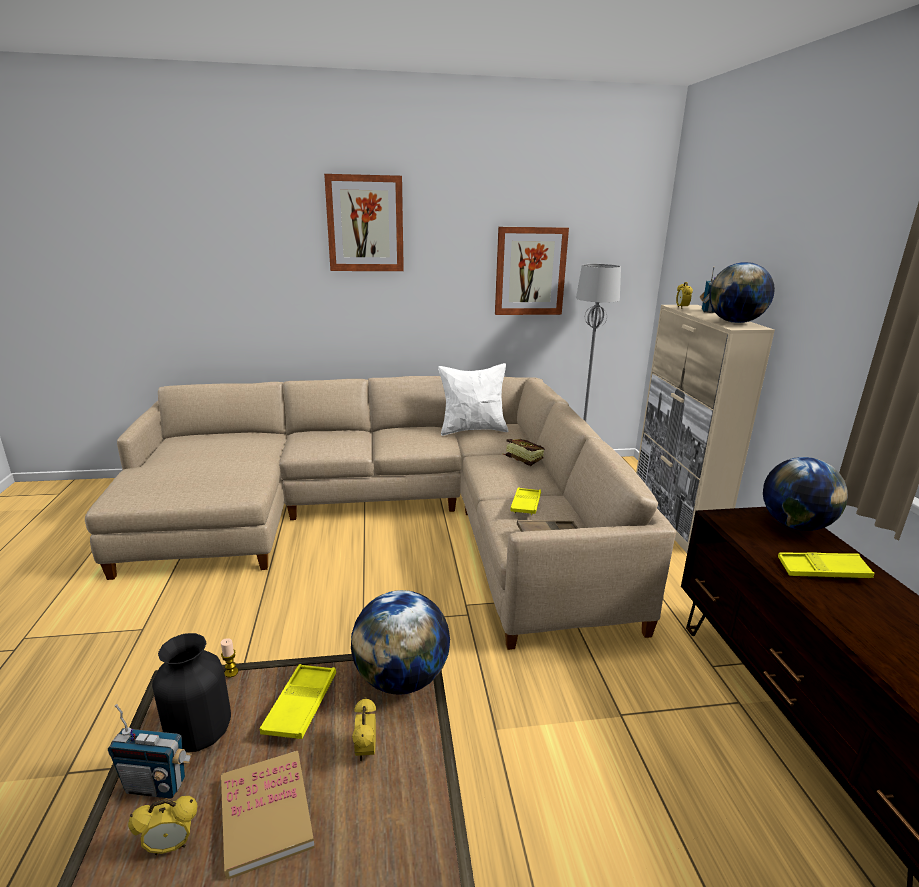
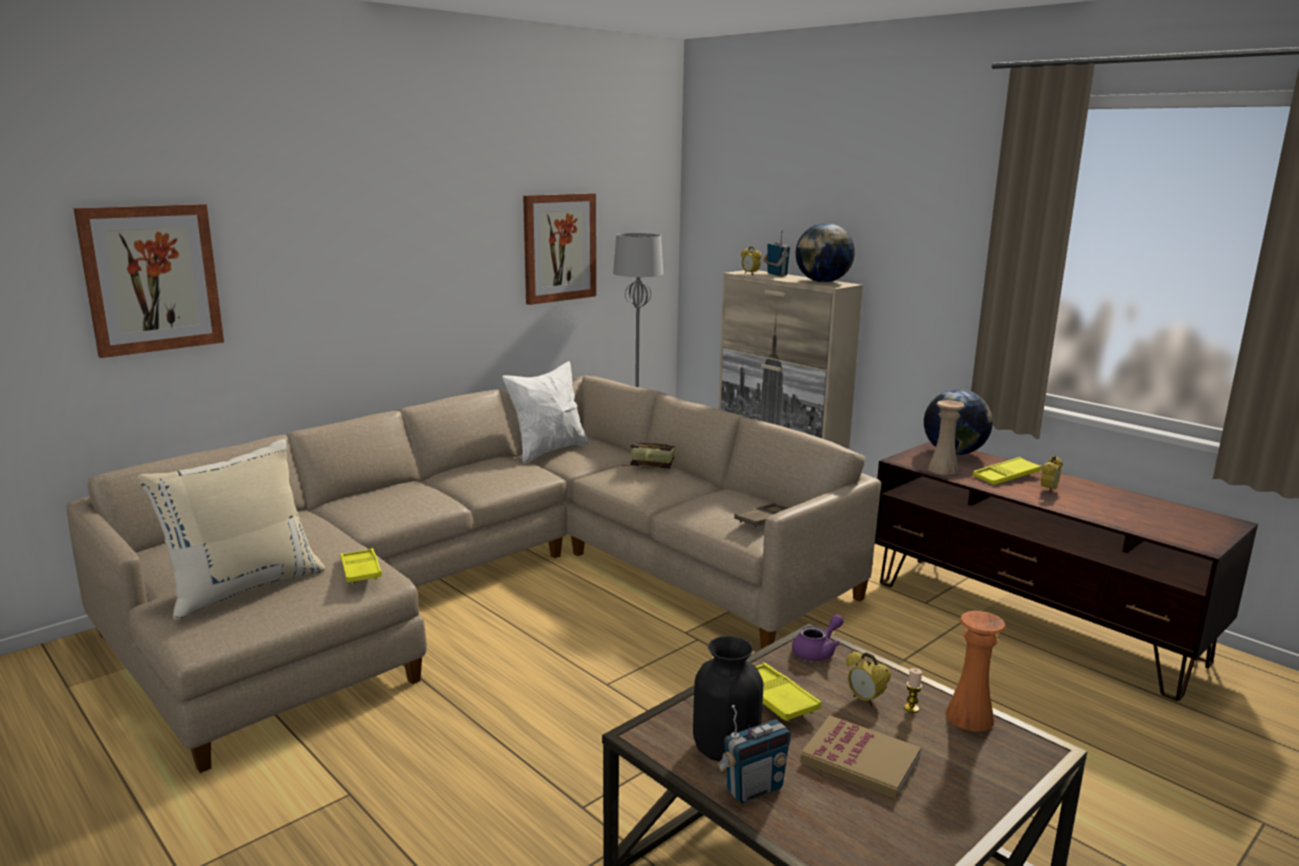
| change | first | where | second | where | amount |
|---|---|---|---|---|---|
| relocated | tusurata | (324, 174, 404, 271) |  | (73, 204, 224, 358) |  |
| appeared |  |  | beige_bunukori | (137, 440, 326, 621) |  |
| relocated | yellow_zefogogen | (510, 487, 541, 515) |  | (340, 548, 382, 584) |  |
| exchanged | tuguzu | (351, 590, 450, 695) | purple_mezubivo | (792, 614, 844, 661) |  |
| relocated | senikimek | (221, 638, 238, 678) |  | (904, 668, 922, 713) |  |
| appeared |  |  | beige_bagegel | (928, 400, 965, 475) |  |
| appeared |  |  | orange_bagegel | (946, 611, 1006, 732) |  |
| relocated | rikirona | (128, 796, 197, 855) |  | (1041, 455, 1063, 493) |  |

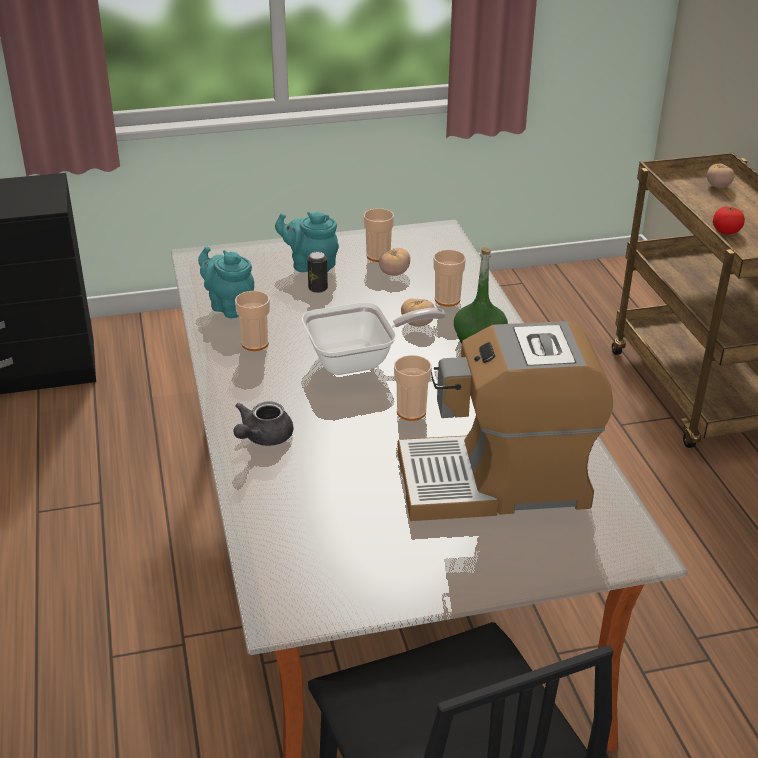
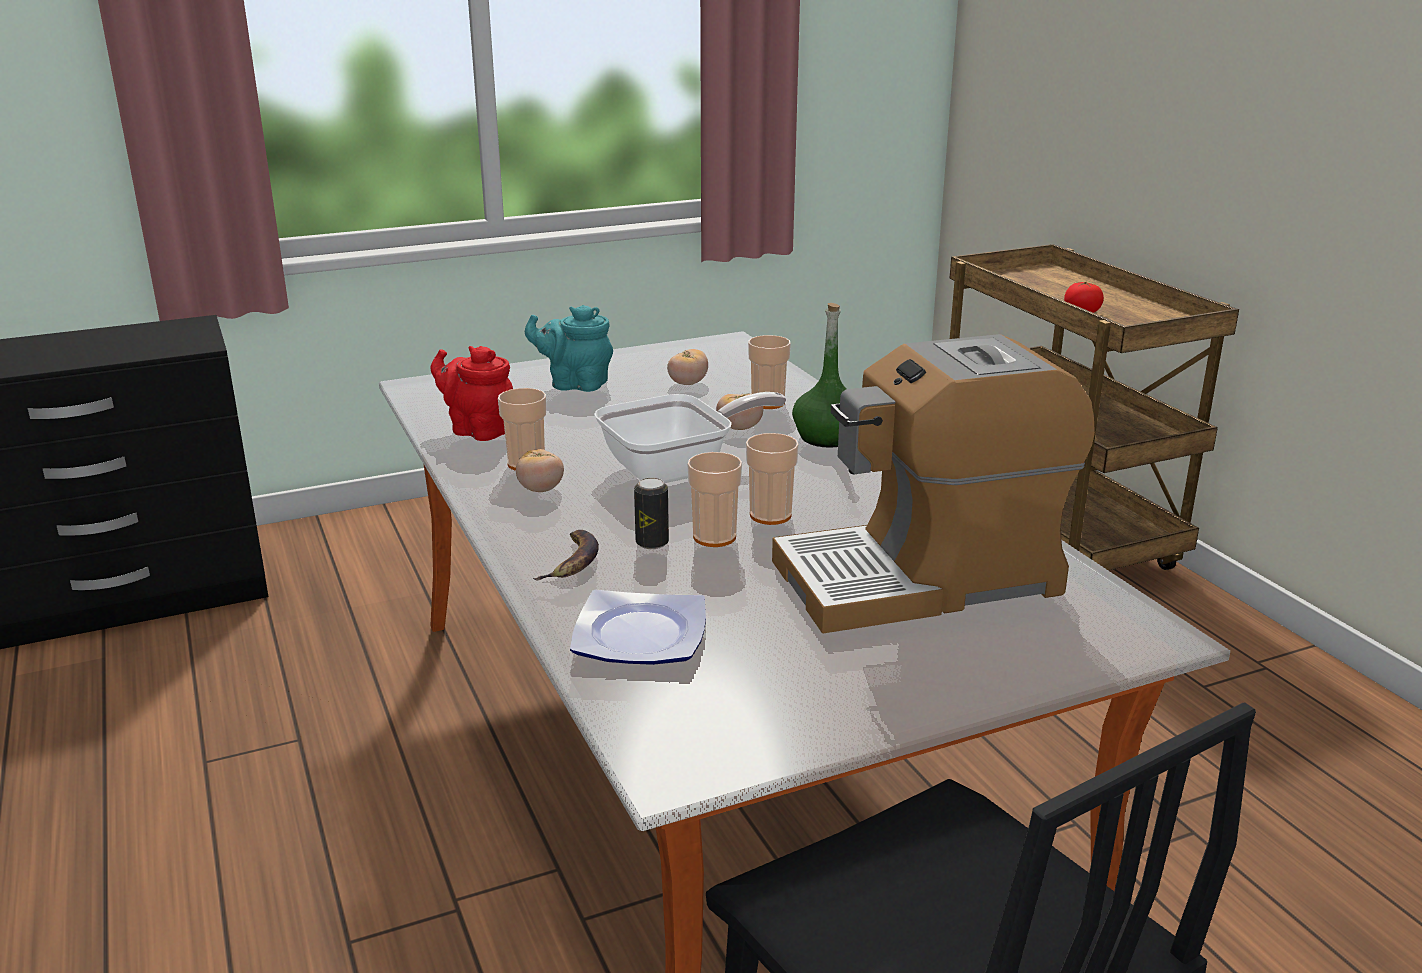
| change | first | where | second | where | amount |
|---|---|---|---|---|---|
| colour | turquoise_mezubivo | (198, 246, 254, 318) | red_mezubivo | (431, 346, 513, 441) |  |
| relocated | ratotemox | (707, 164, 735, 188) |  | (516, 449, 564, 492) |  |
| exchanged | grey_mezubivo | (233, 401, 293, 446) | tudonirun | (533, 530, 599, 581) |  |
| appeared |  |  | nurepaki | (570, 590, 706, 665) |  |
| relocated | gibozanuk | (307, 252, 328, 293) |  | (634, 478, 669, 549) |  |
| relocated | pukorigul | (364, 208, 394, 262) |  | (687, 452, 742, 547) |  |

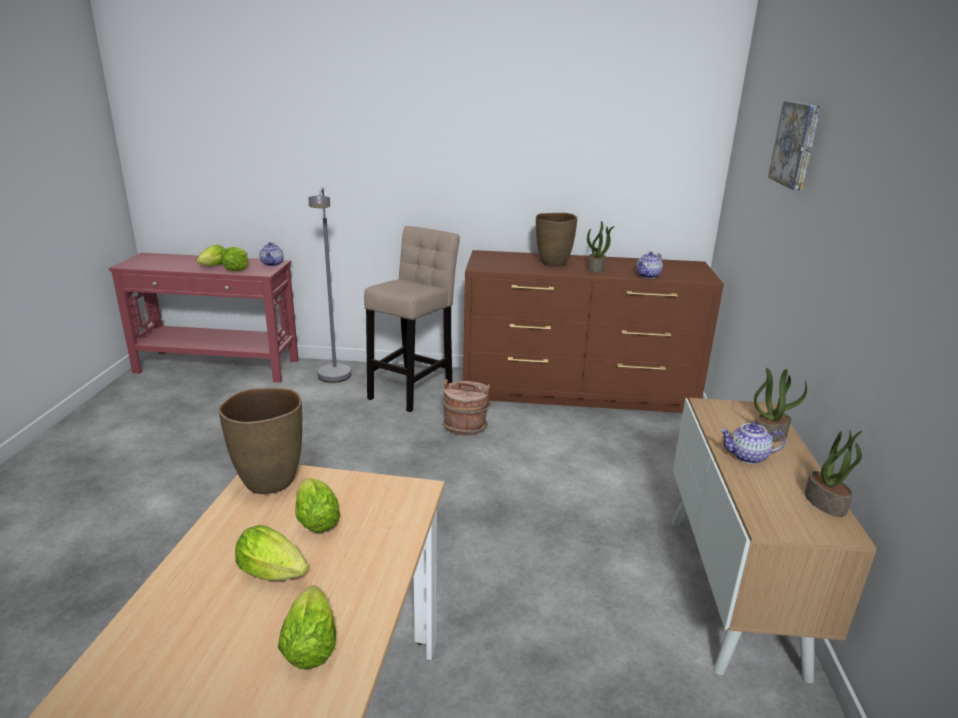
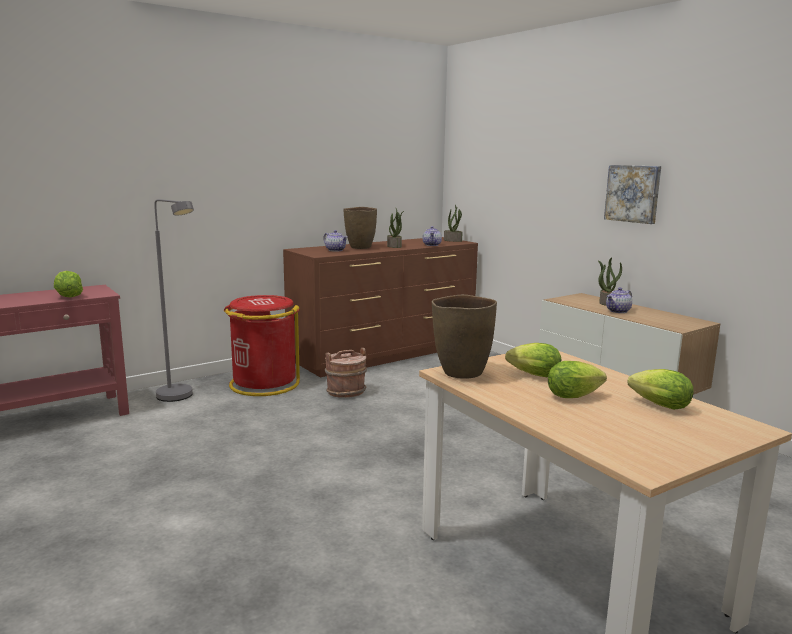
| change | first | where | second | where | amount |
|---|---|---|---|---|---|
| exchanged | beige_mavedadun | (364, 226, 460, 412) | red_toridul | (224, 295, 300, 396) |  |
| relocated | mezubivo | (260, 242, 284, 266) |  | (323, 230, 348, 252) |  |
| relocated | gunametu | (804, 430, 862, 517) |  | (444, 205, 462, 242) |  |
| relocated | tusurata | (768, 101, 821, 190) |  | (604, 165, 661, 224) |  |
| missing | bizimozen | (196, 245, 225, 266) |  |  |  |

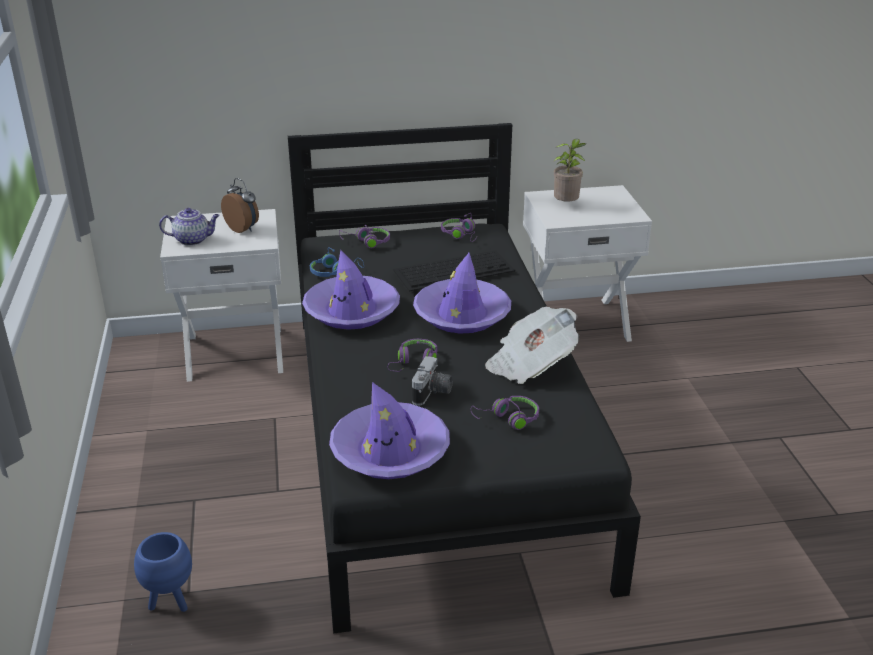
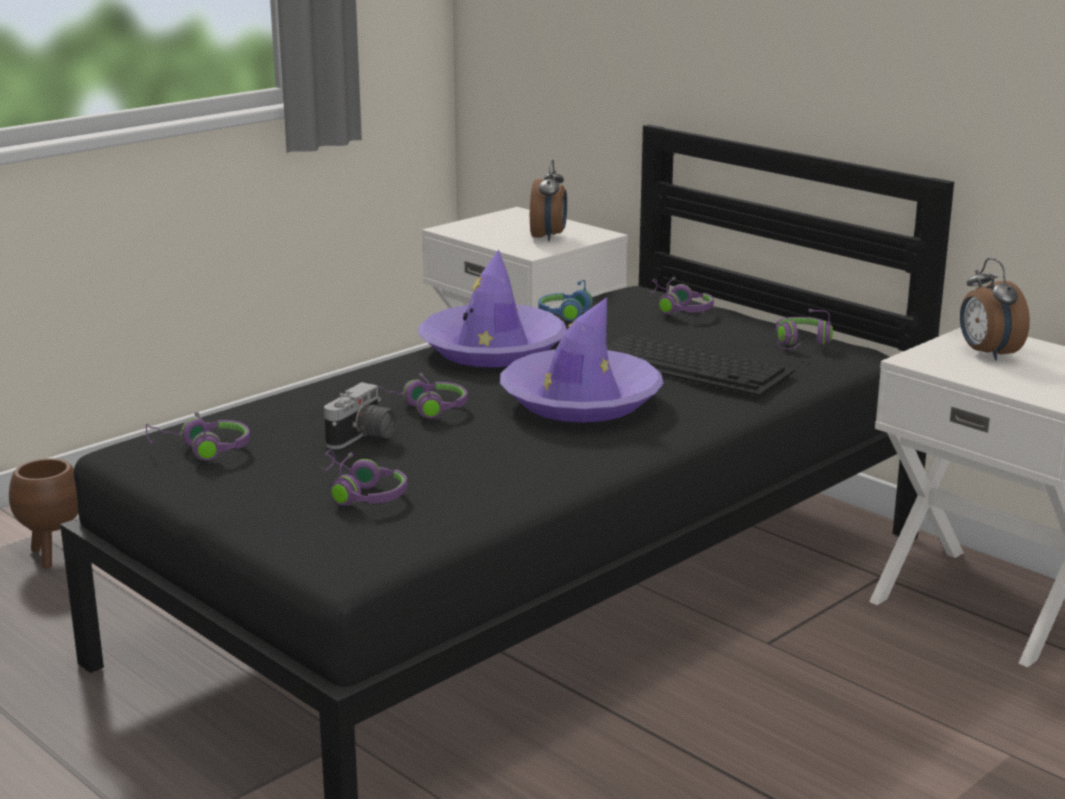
| change | first | where | second | where | amount |
|---|---|---|---|---|---|
| colour | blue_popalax | (134, 532, 192, 612) | brown_popalax | (9, 458, 78, 569) |  |
| exchanged | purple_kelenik | (329, 382, 450, 479) | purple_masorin | (146, 412, 250, 461) |  |
| spun | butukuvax | (412, 356, 453, 406) |  | (324, 382, 397, 449) | 45 degrees counterclockwise |
| exchanged | gunametu | (554, 139, 587, 202) | rikirona | (960, 258, 1030, 360) |  |
| missing | mezubivo | (159, 208, 220, 246) |  |  |  |
| missing | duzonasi | (485, 306, 579, 384) |  |  |  |

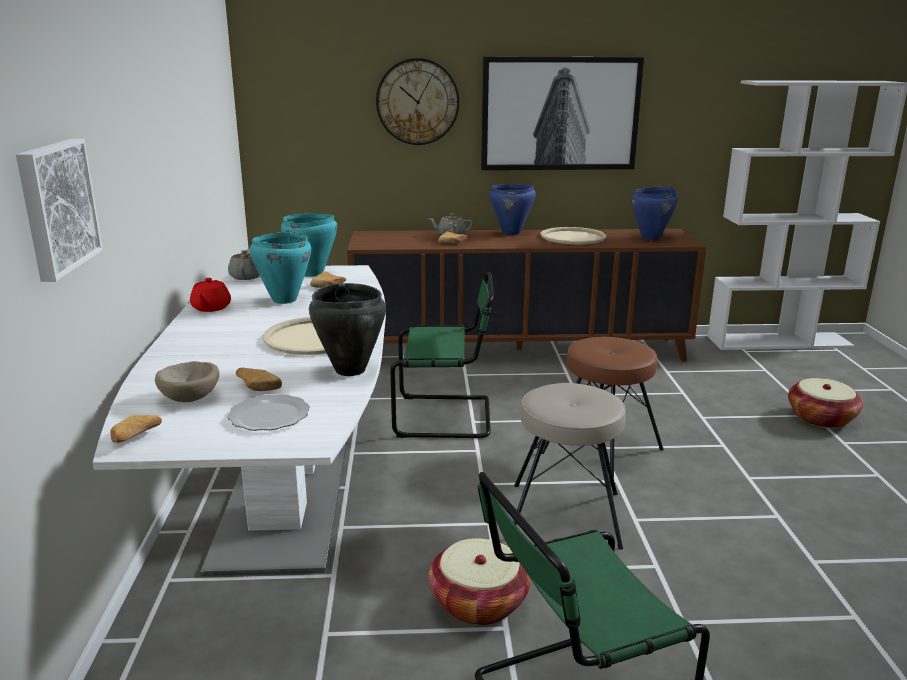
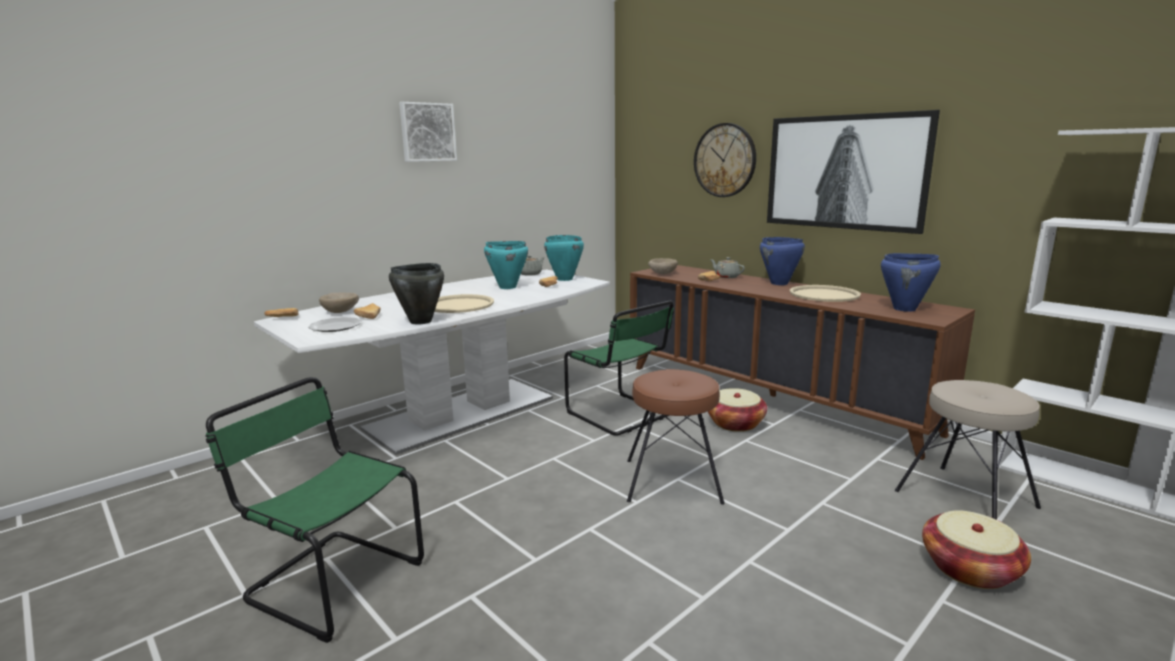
| change | first | where | second | where | amount |
|---|---|---|---|---|---|
| relocated | tusurata | (16, 139, 103, 282) |  | (399, 102, 457, 162) |  |
| appeared |  |  | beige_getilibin | (648, 258, 678, 274) |  |
| relocated | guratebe | (429, 538, 531, 625) |  | (708, 388, 767, 432) |  |
| relocated | beige_mavedadun | (513, 383, 626, 550) |  | (895, 380, 1041, 520) |  |
| missing | red_mezubivo | (190, 278, 231, 312) |  |  |  |

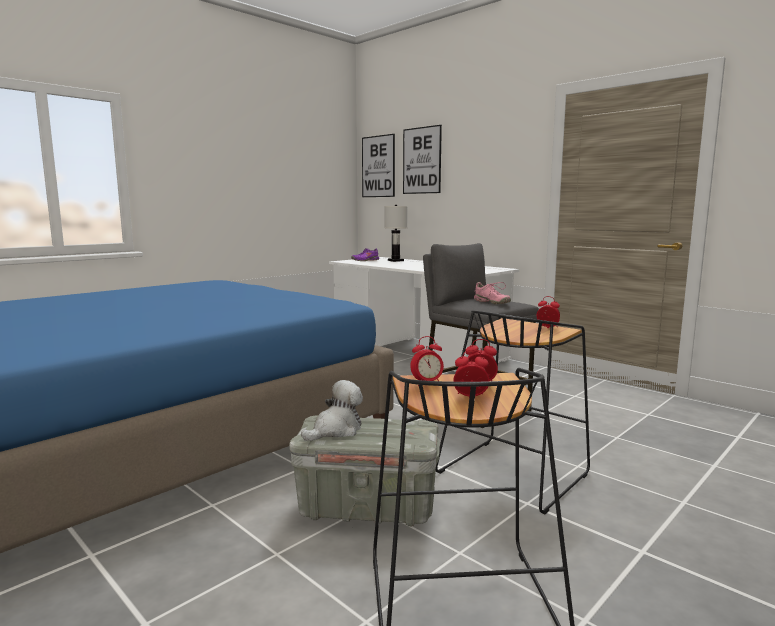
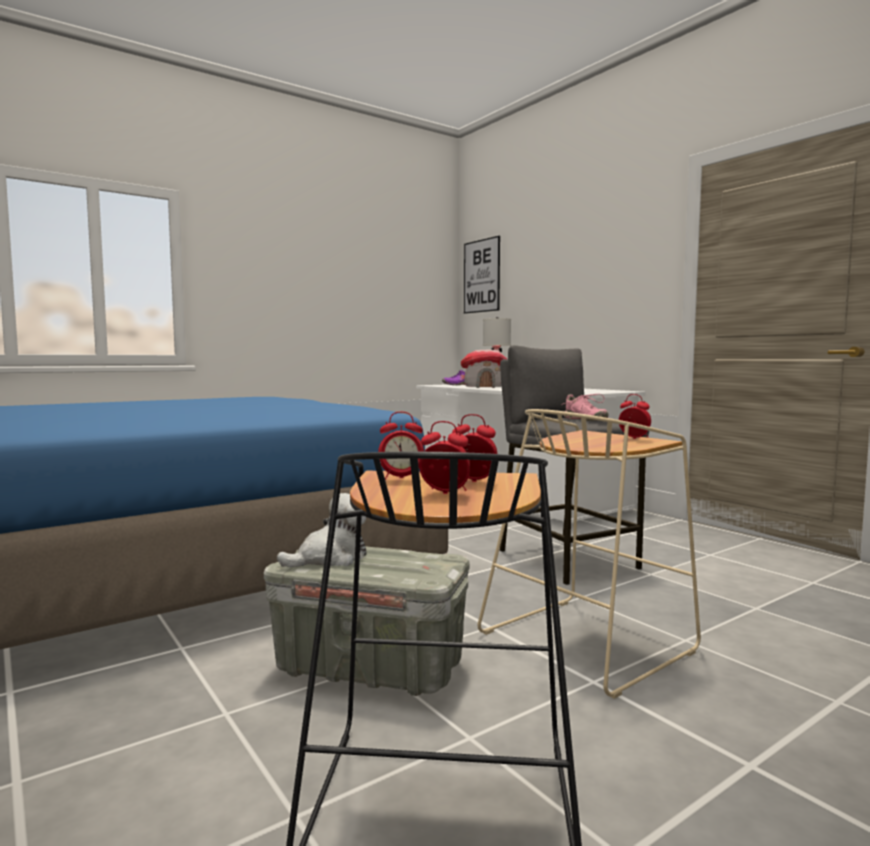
| change | first | where | second | where | amount |
|---|---|---|---|---|---|
| appeared |  |  | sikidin | (461, 345, 507, 388) |  |
| colour | black_mavedadun | (435, 310, 590, 514) | beige_mavedadun | (478, 409, 701, 699) |  |
| missing | tusurata | (403, 125, 442, 194) |  |  |  |

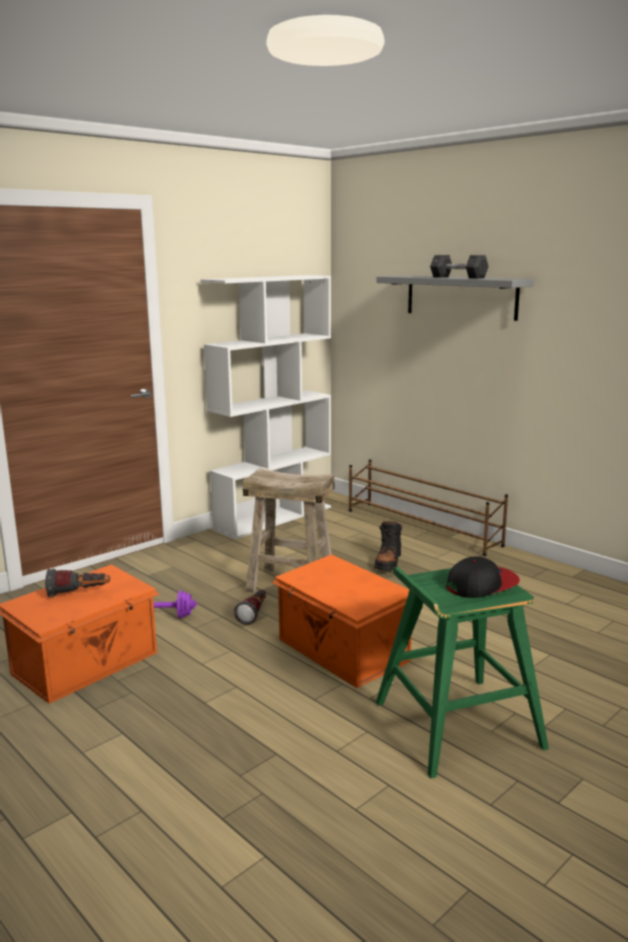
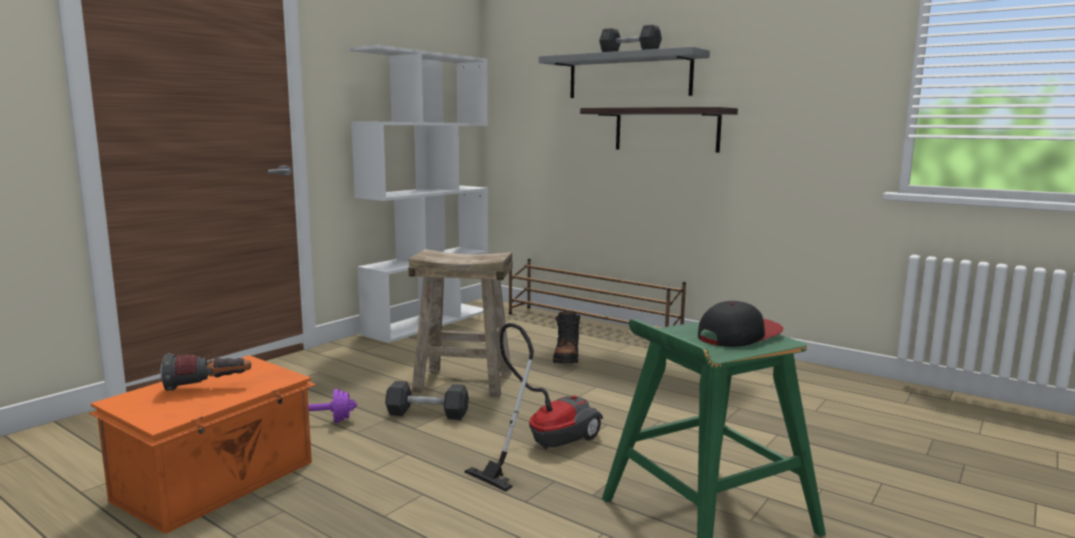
| change | first | where | second | where | amount |
|---|---|---|---|---|---|
| exchanged | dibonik | (234, 590, 266, 625) | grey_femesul | (385, 381, 469, 420) |  |
| exchanged | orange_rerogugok | (271, 554, 411, 688) | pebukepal | (464, 323, 603, 492) |  |
| appeared |  |  | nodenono | (580, 107, 738, 153) |  |

